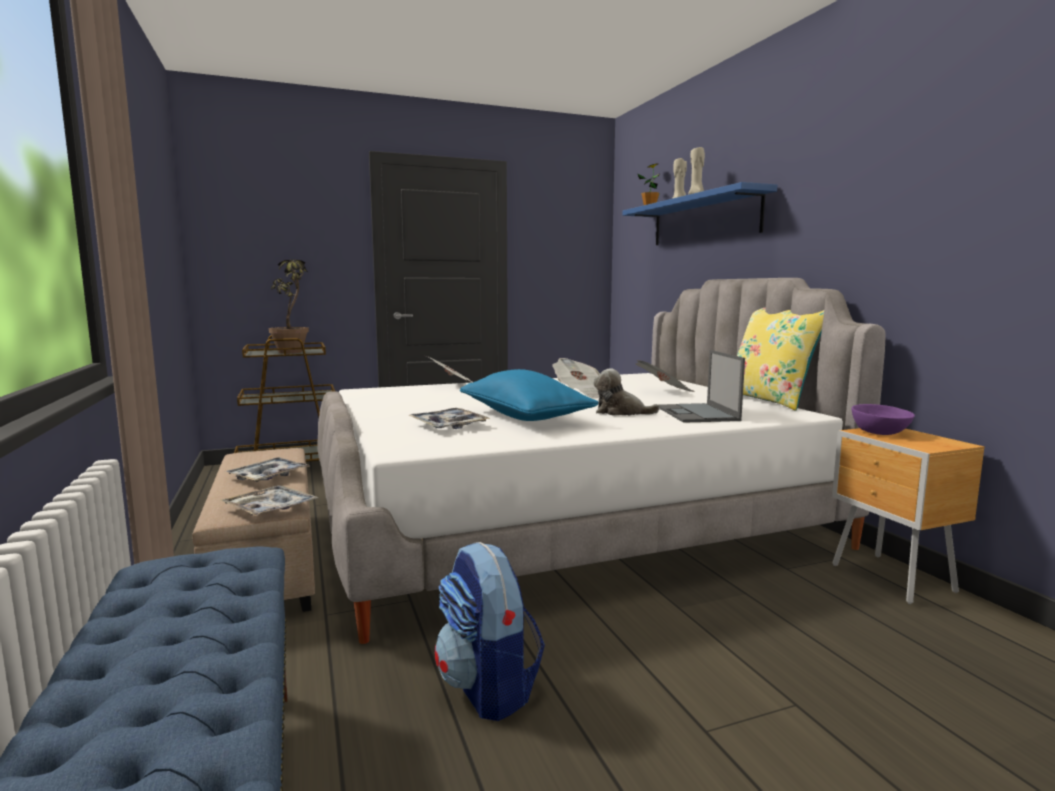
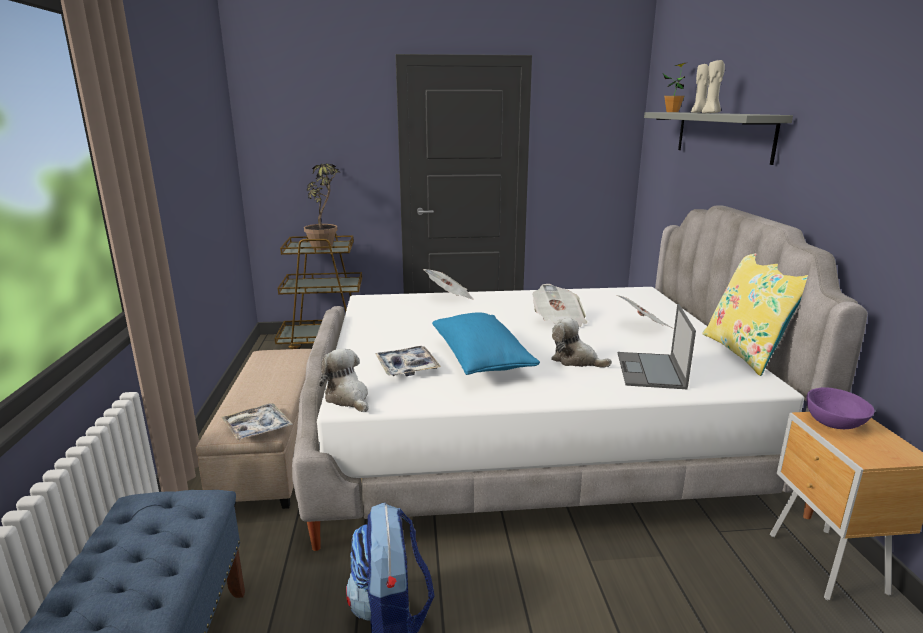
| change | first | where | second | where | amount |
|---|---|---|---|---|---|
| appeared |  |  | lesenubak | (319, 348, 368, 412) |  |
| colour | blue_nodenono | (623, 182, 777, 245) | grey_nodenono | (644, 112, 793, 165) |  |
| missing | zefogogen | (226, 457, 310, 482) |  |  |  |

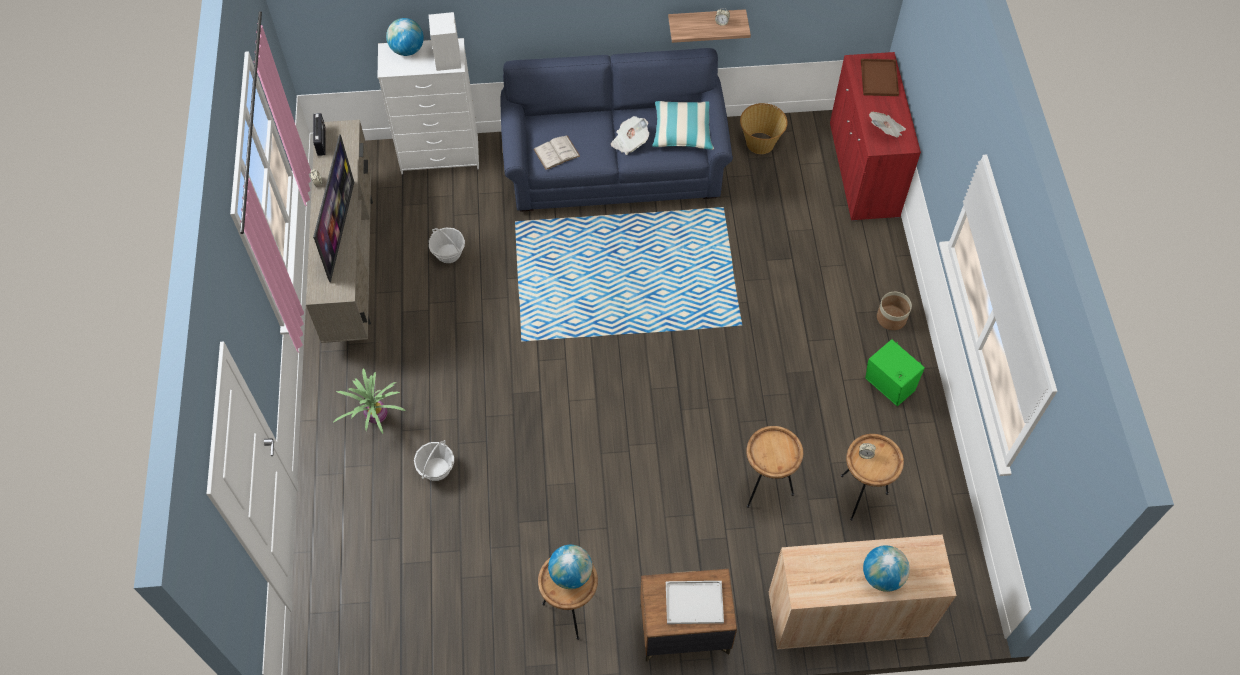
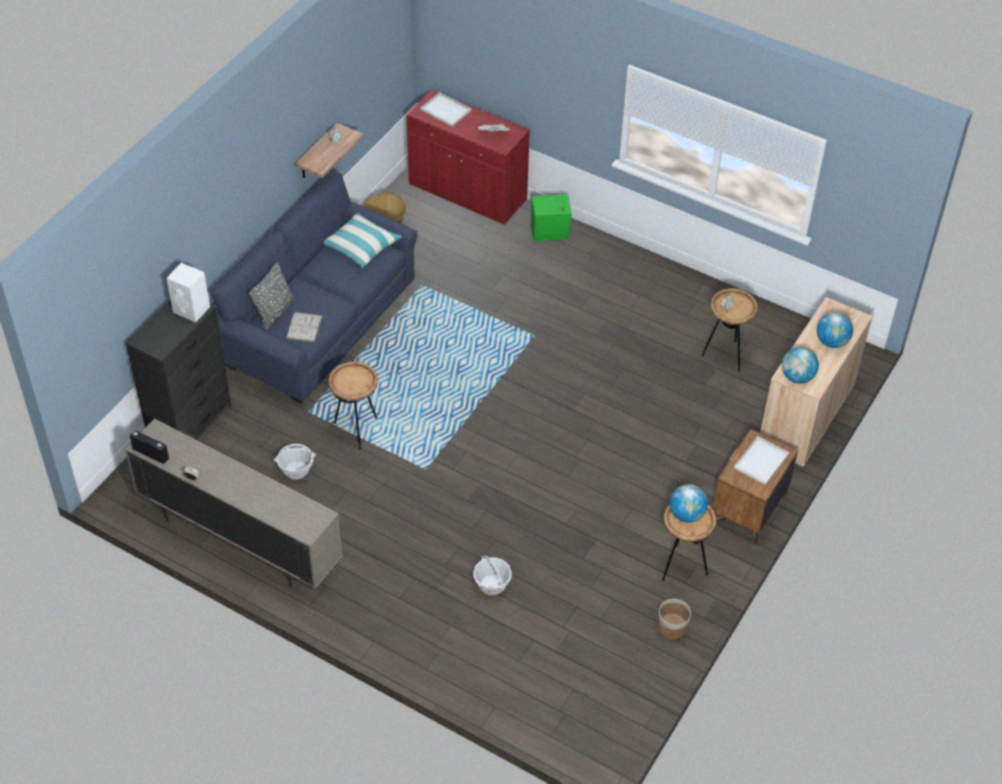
| change | first | where | second | where | amount |
|---|---|---|---|---|---|
| colour | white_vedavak | (378, 38, 479, 174) | black_vedavak | (125, 299, 232, 440) |  |
| appeared |  |  | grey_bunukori | (249, 262, 295, 330) |  |
| relocated | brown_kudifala | (746, 426, 803, 508) |  | (329, 362, 378, 449) |  |
| colour | brown_zefogogen | (861, 59, 899, 96) | white_zefogogen | (421, 92, 471, 126) |  |
| relocated | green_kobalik | (865, 339, 925, 406) |  | (531, 193, 572, 241) |  |
| relocated | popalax | (877, 292, 912, 330) |  | (657, 599, 691, 640) |  |
| relocated | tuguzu | (386, 18, 424, 56) |  | (782, 347, 819, 384) |  |
| missing | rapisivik | (313, 134, 354, 282) |  |  |  |
| missing | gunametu | (333, 368, 406, 434) |  |  |  |
| missing | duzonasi | (611, 116, 649, 155) |  |  |  |

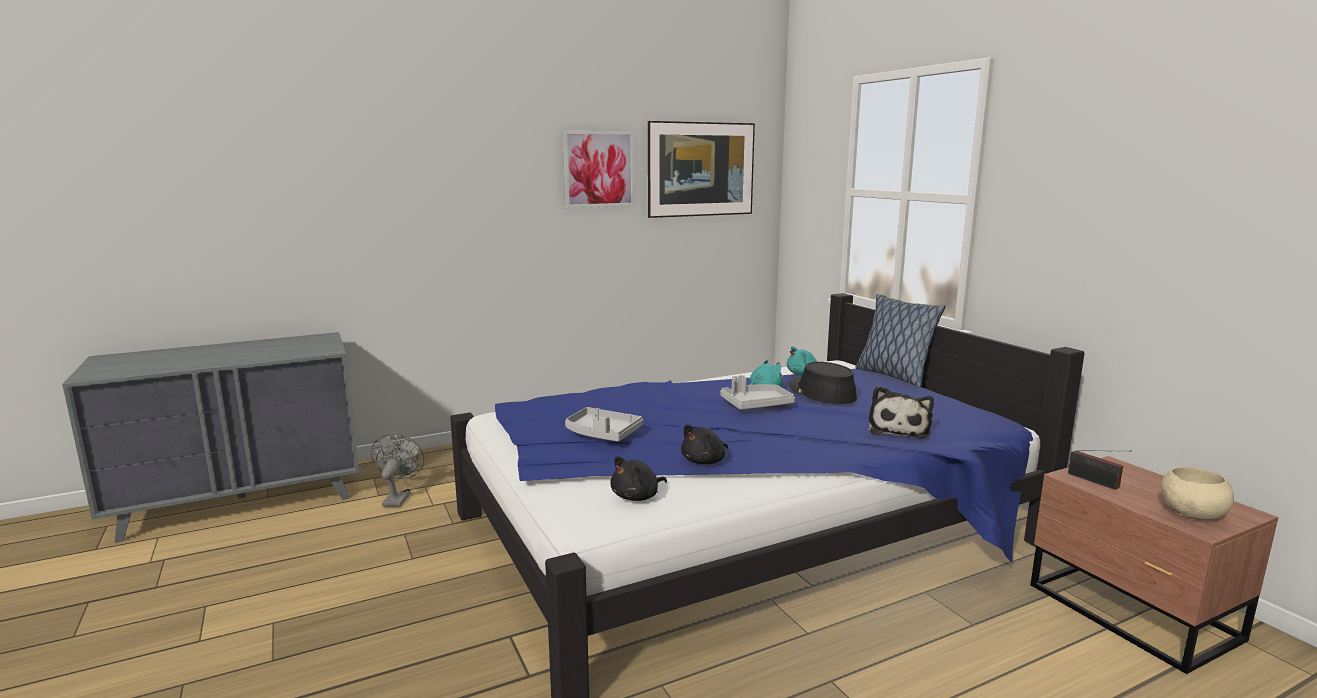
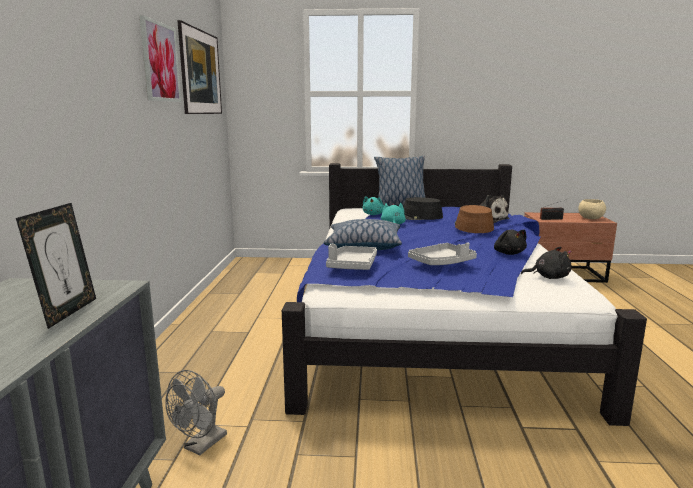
| change | first | where | second | where | amount |
|---|---|---|---|---|---|
| appeared |  |  | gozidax | (16, 203, 96, 329) |  |
| spun | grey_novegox | (371, 434, 424, 507) |  | (165, 370, 227, 455) | 90 degrees counterclockwise |
| appeared |  |  | bunukori | (324, 219, 402, 250) |  |
| relocated | grey_zefogogen | (720, 375, 795, 410) |  | (326, 244, 377, 270) |  |
| appeared |  |  | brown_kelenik | (455, 205, 494, 233) |  |
| spun | black_lesenubak | (610, 456, 667, 501) |  | (521, 246, 571, 279) | 75 degrees counterclockwise |

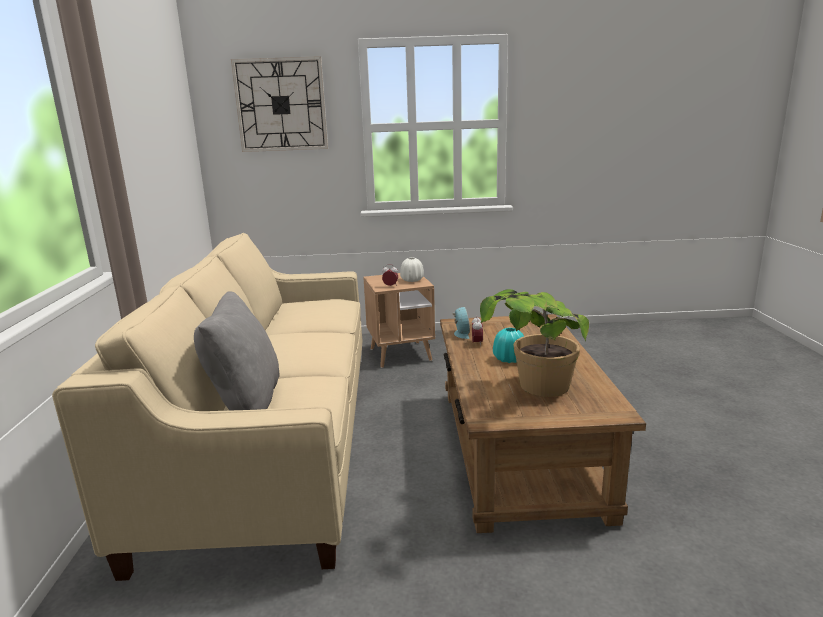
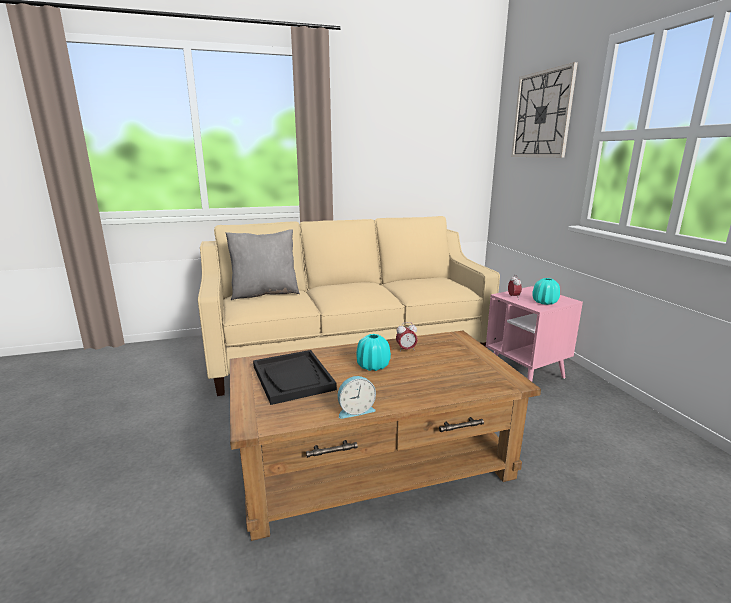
| change | first | where | second | where | amount |
|---|---|---|---|---|---|
| exchanged | gunametu | (480, 289, 589, 397) | black_zefogogen | (253, 350, 337, 405) |  |
| relocated | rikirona | (453, 307, 470, 339) |  | (338, 376, 376, 419) |  |
| colour | brown_kudifala | (363, 273, 435, 368) | pink_kudifala | (486, 286, 583, 382) |  |
| colour | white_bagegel | (400, 257, 424, 282) | turquoise_bagegel | (532, 278, 560, 305) |  |

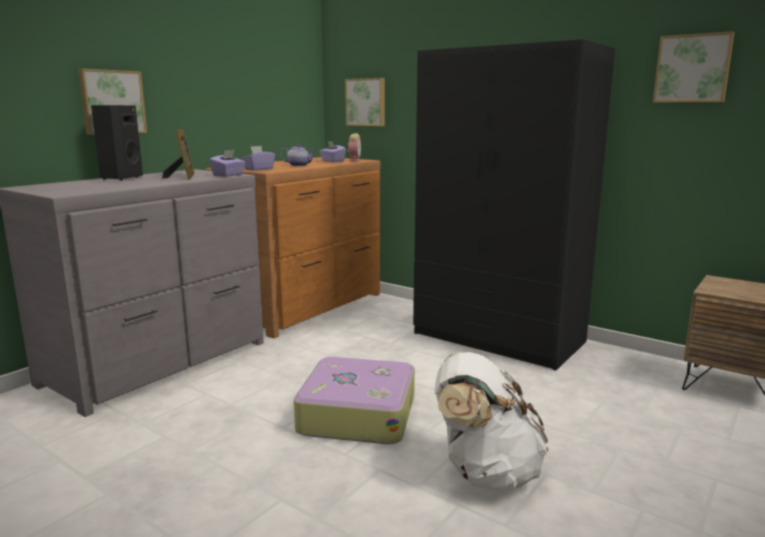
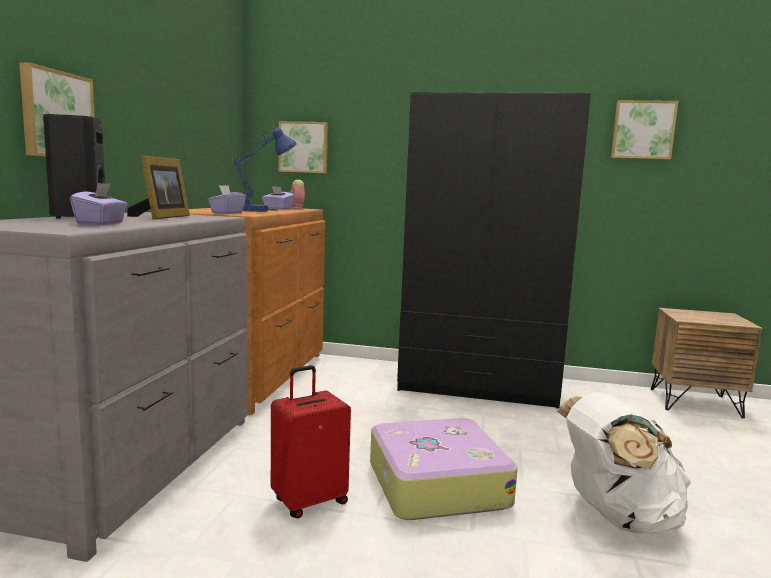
| change | first | where | second | where | amount |
|---|---|---|---|---|---|
| relocated | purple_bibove | (209, 150, 246, 177) |  | (70, 183, 127, 225) |  |
| spun | gozidax | (162, 129, 195, 179) |  | (127, 155, 190, 219) | 45 degrees clockwise |
| exchanged | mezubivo | (280, 144, 316, 166) | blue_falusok | (232, 126, 297, 212) |  |
| appeared |  |  | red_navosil | (271, 365, 351, 518) |  |

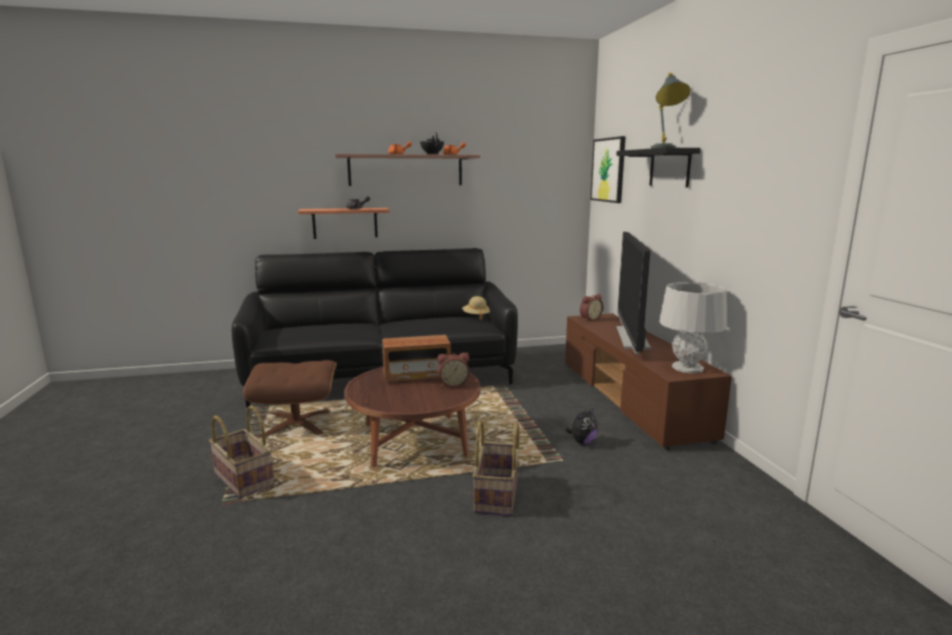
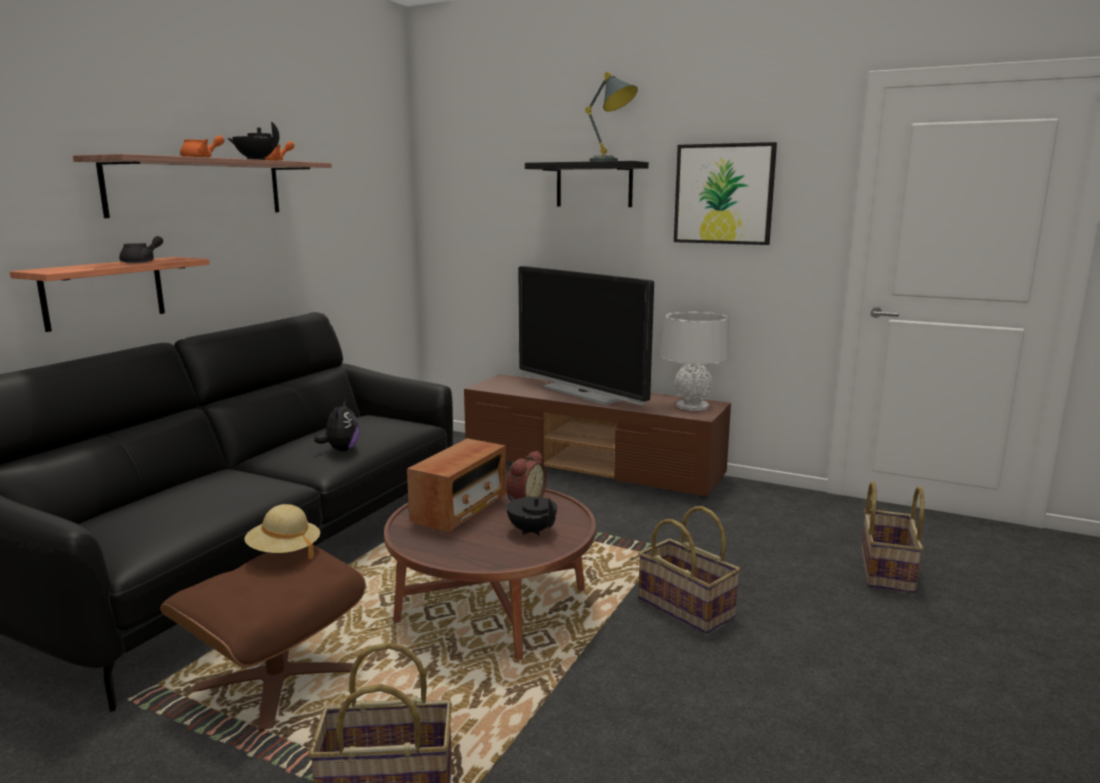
| change | first | where | second | where | amount |
|---|---|---|---|---|---|
| relocated | beige_kelenik | (462, 296, 490, 320) |  | (244, 504, 320, 559) |  |
| relocated | lesenubak | (565, 407, 598, 445) |  | (314, 400, 359, 451) |  |
| appeared |  |  | black_mezubivo | (506, 495, 557, 535) |  |
| relocated | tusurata | (590, 136, 626, 203) |  | (674, 142, 777, 245) |  |
| appeared |  |  | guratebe | (861, 481, 924, 593) |  |
| missing | rikirona | (580, 294, 603, 321) |  |  |  |

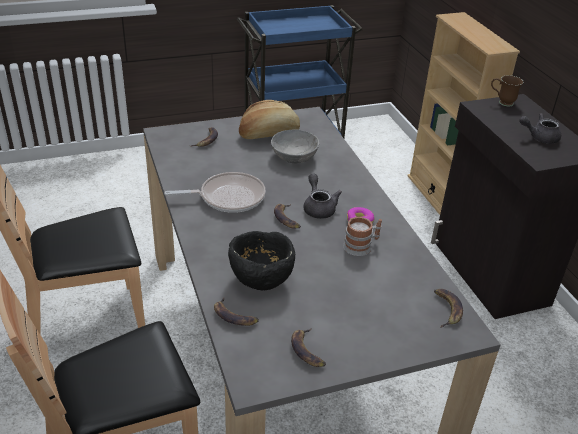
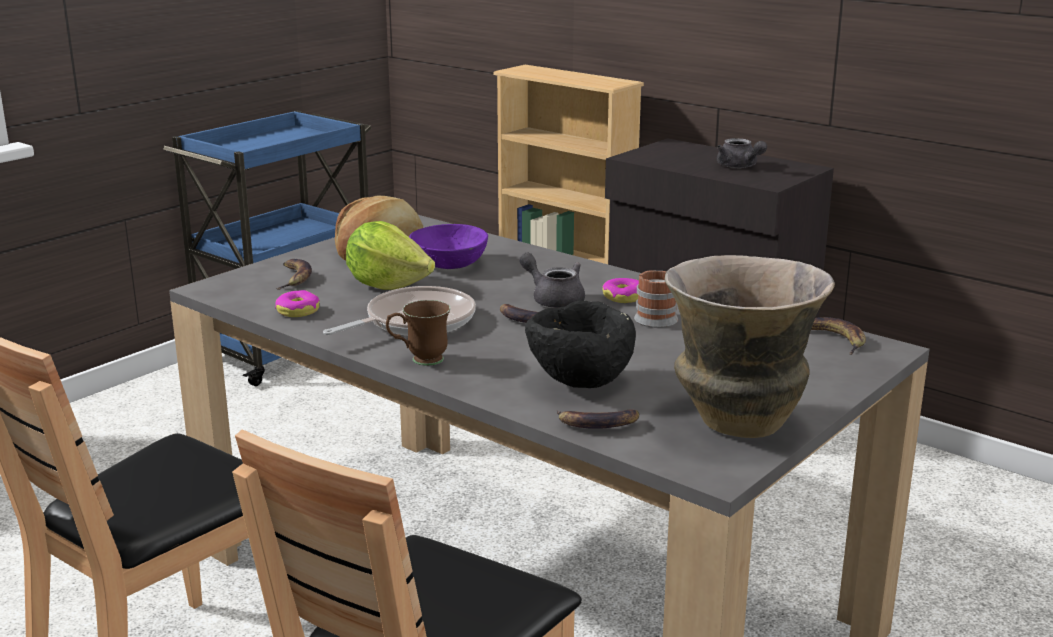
| change | first | where | second | where | amount |
|---|---|---|---|---|---|
| appeared |  |  | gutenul | (275, 290, 320, 317) |  |
| appeared |  |  | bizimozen | (346, 221, 435, 290) |  |
| relocated | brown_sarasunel | (491, 75, 524, 106) |  | (386, 300, 451, 366) |  |
| colour | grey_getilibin | (271, 130, 319, 163) | purple_getilibin | (409, 224, 488, 269) |  |
| exchanged | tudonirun | (291, 329, 326, 367) | bagegel | (664, 255, 835, 438) |  |
| spun | grey_mezubivo | (519, 113, 561, 144) |  | (717, 138, 767, 168) | 90 degrees counterclockwise |

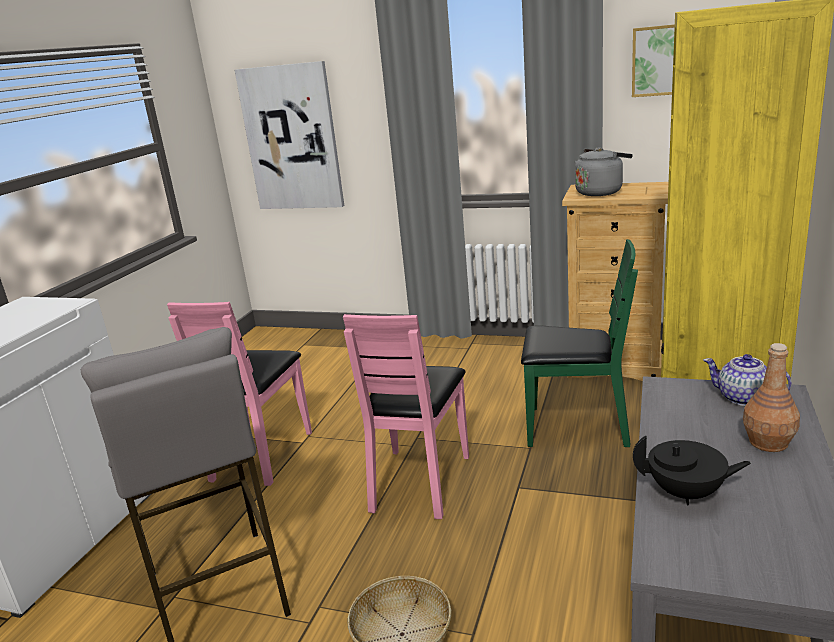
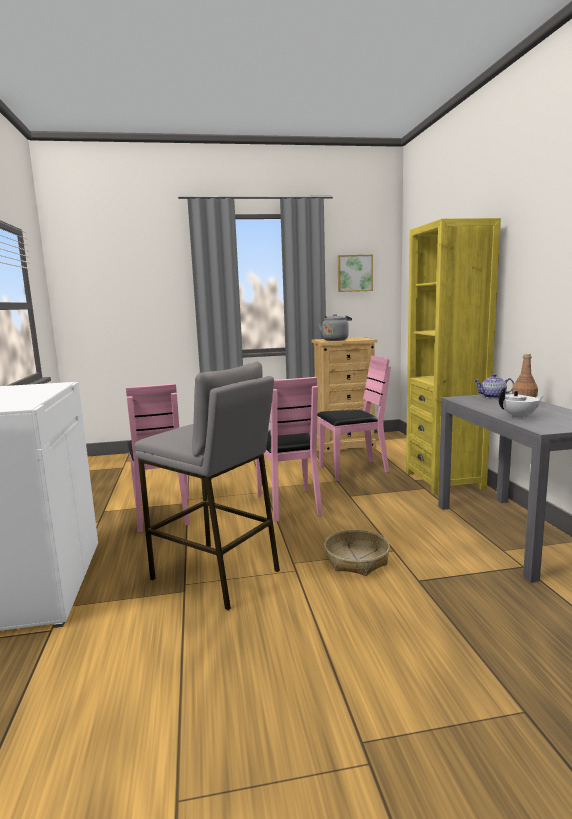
| change | first | where | second | where | amount |
|---|---|---|---|---|---|
| colour | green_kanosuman | (521, 239, 638, 447) | pink_kanosuman | (317, 356, 391, 481) |  |
| colour | black_mezubivo | (633, 436, 751, 506) | white_mezubivo | (498, 388, 543, 419) |  |
| missing | tusurata | (235, 61, 344, 209) |  |  |  |

